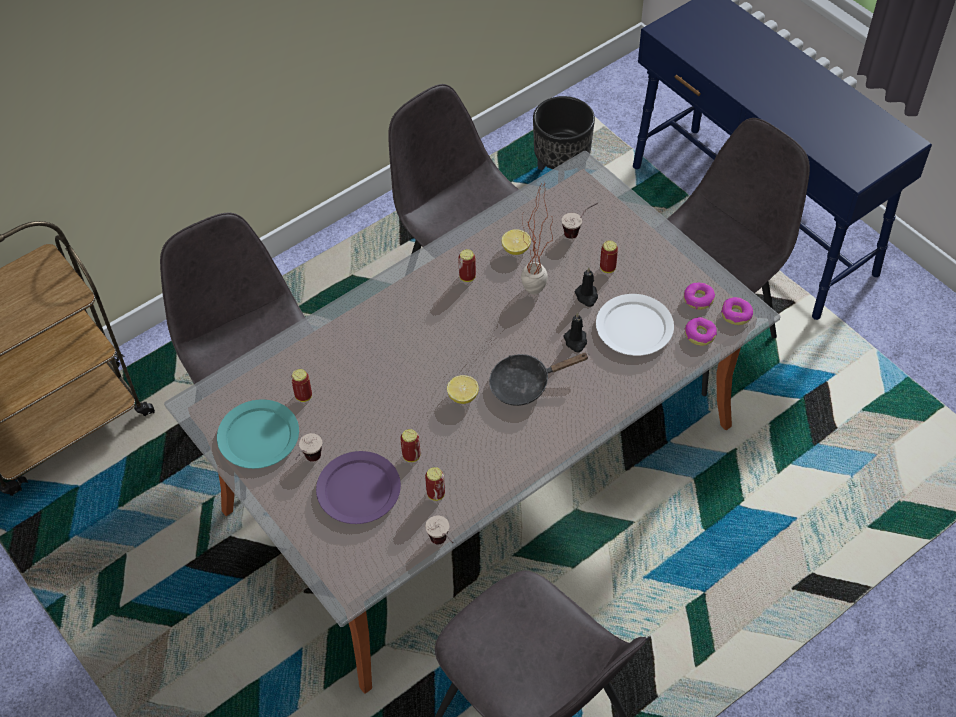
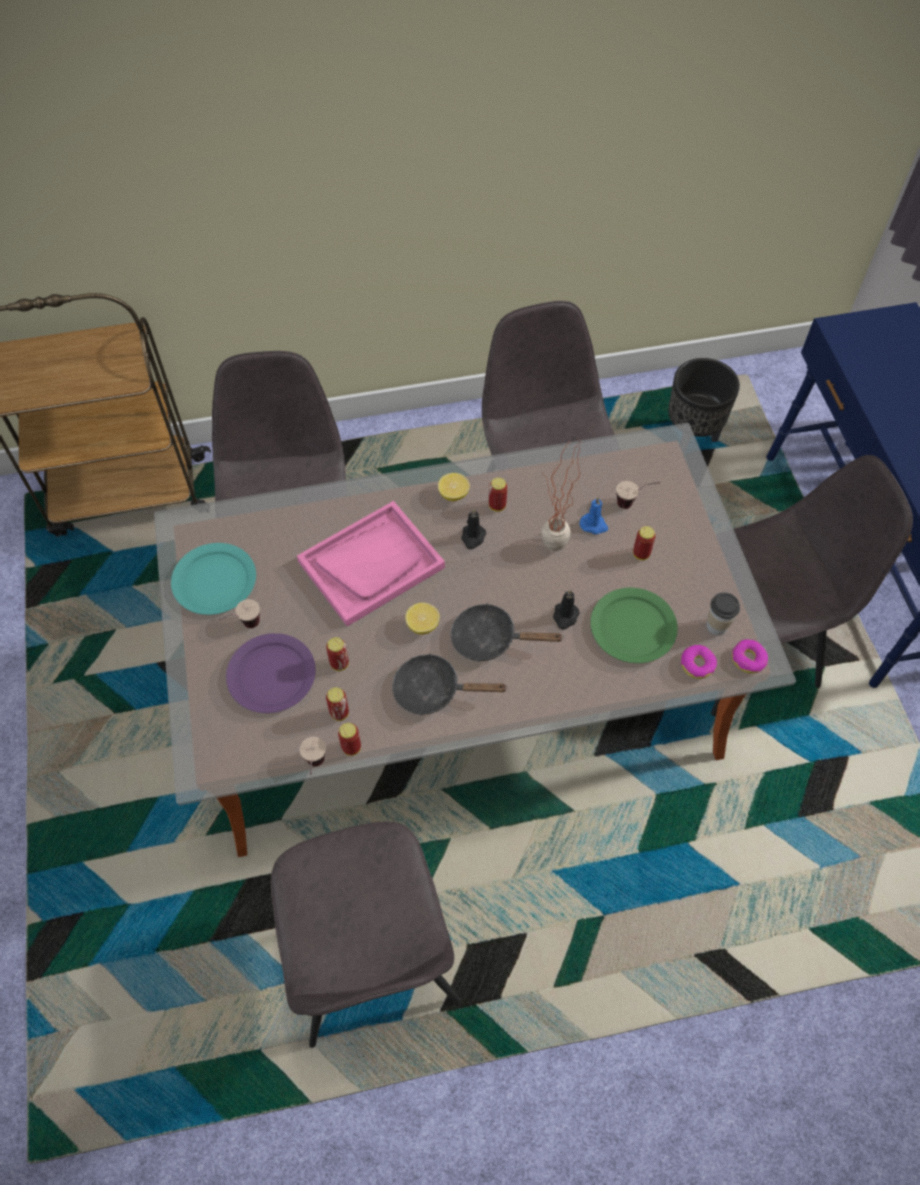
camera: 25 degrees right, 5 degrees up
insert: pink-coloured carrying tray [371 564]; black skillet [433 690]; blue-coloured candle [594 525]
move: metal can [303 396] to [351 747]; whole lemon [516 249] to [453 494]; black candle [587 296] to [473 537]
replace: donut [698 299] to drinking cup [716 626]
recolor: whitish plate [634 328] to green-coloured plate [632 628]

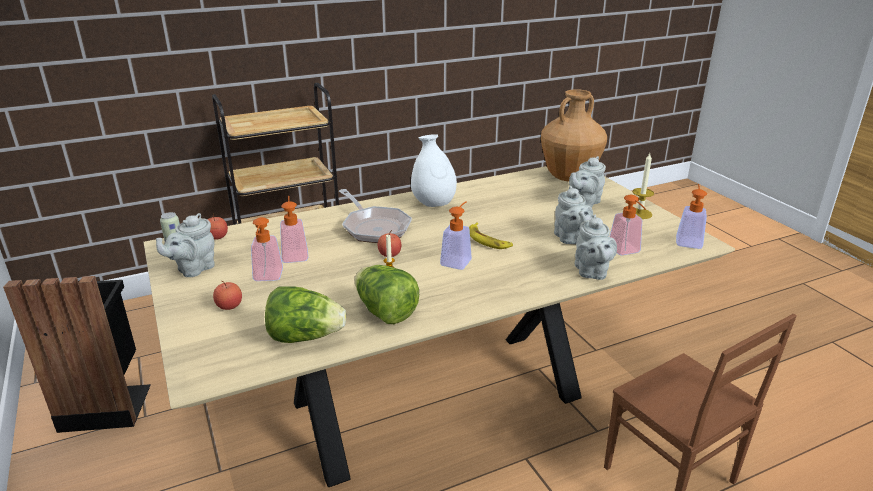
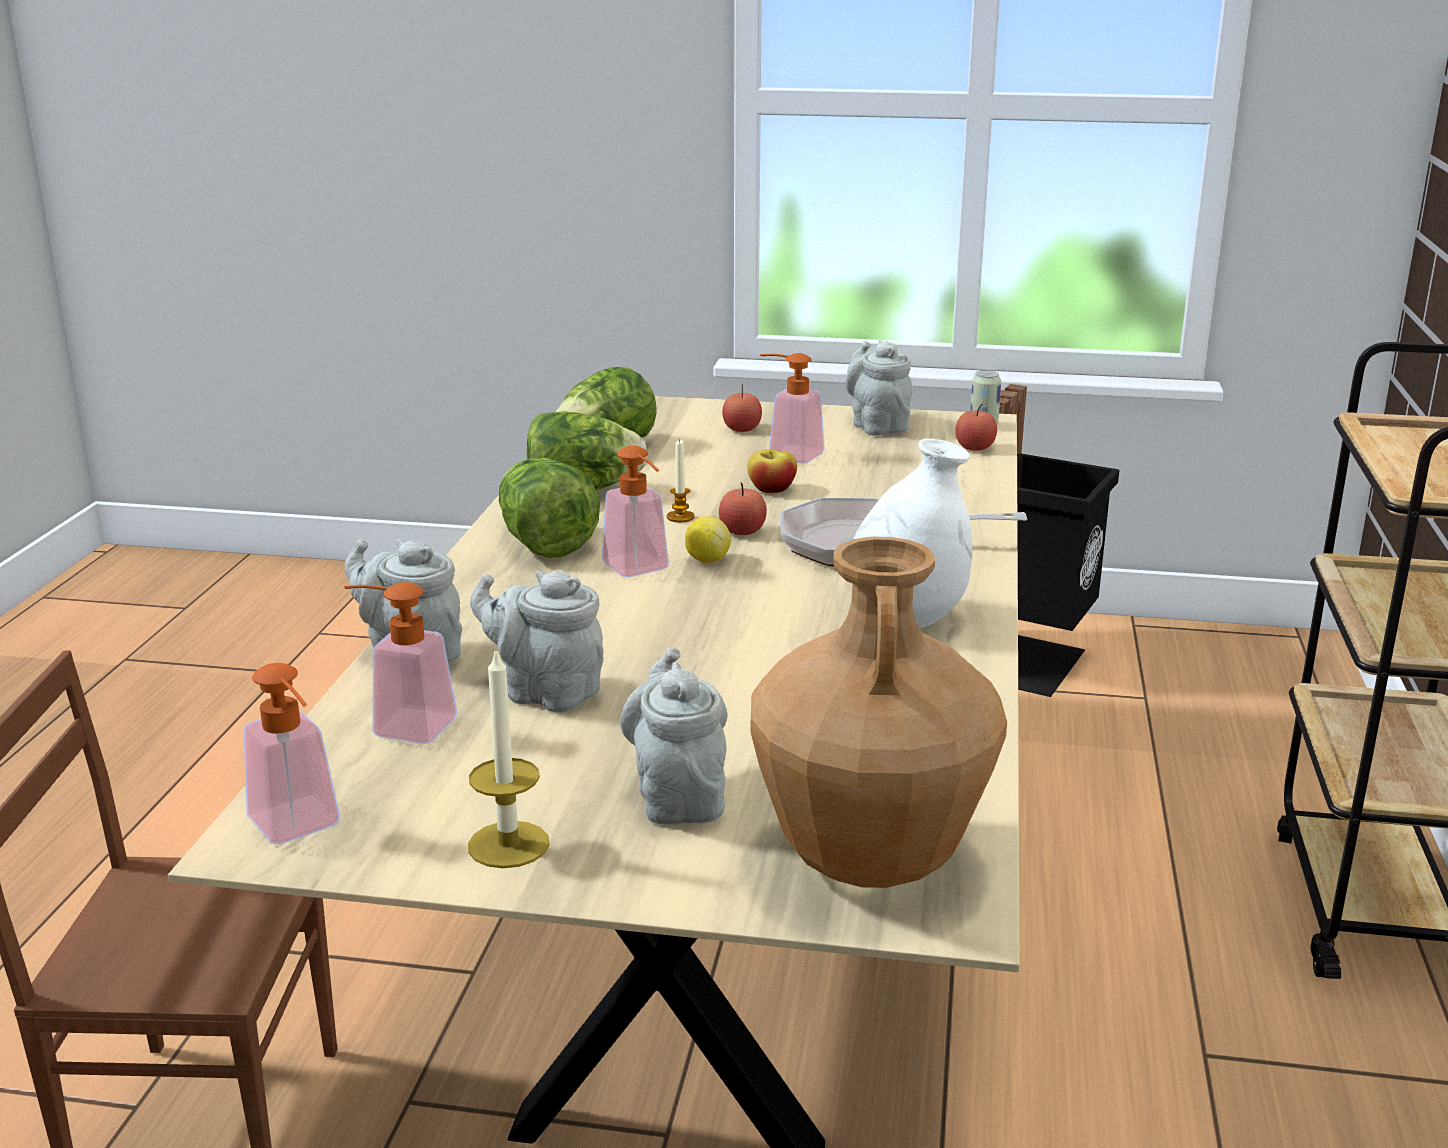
camera: 125 degrees right, 5 degrees down
delete: soap dispenser [295 254]; whole banana [488 240]
insert: lettuce [544 543]; whole lemon [707 560]; whole apple [771 489]

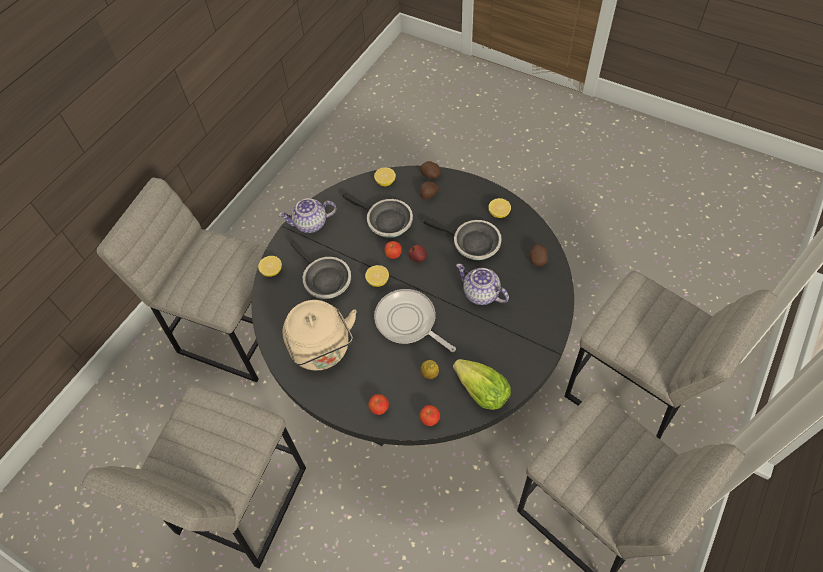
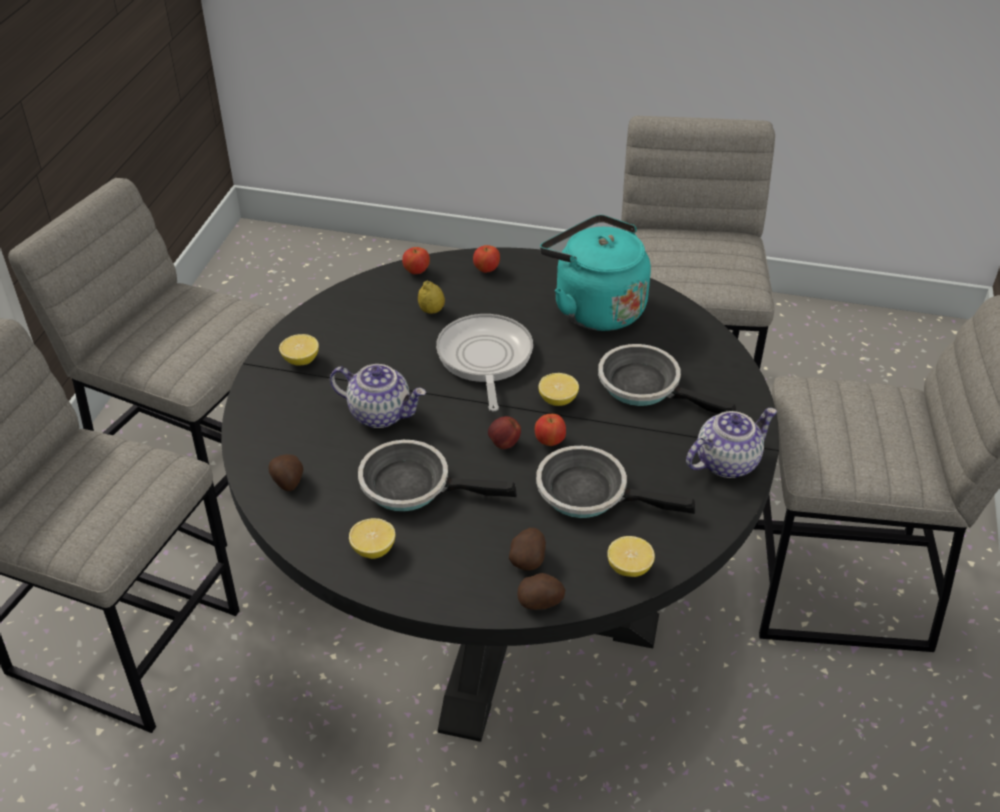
camera: 160 degrees right, 15 degrees down
delete: lettuce [482 392]
move: whole lemon [272 271] to [301 360]
recolor: beige-coloured water kettle [322 350] to blue-green water kettle [594 308]
rotate: skillet [408 322] = [484 359] 120 degrees counterclockwise

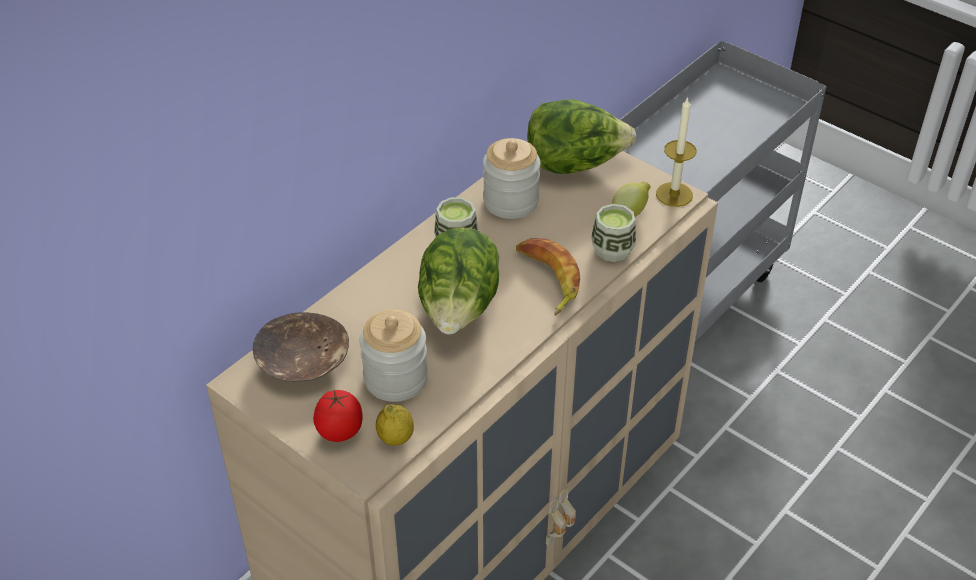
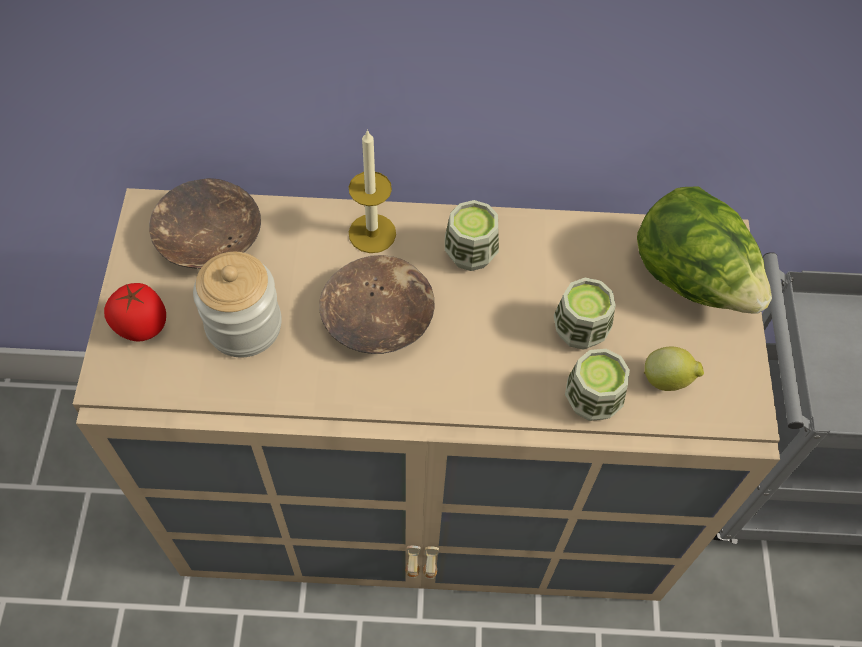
camera: 50 degrees right, 15 degrees up
delete: whole lemon [395 438]; jar [510 201]; whole banana [547 279]
insert: drinking cup [580 330]
move: candle [674 194] to [372 233]
replace: lettuce [459 310] to brown bowl [379 317]

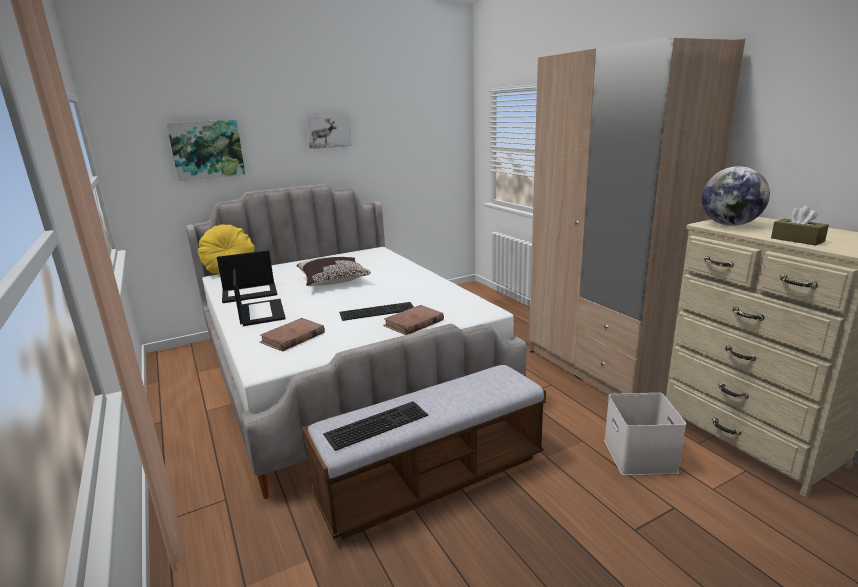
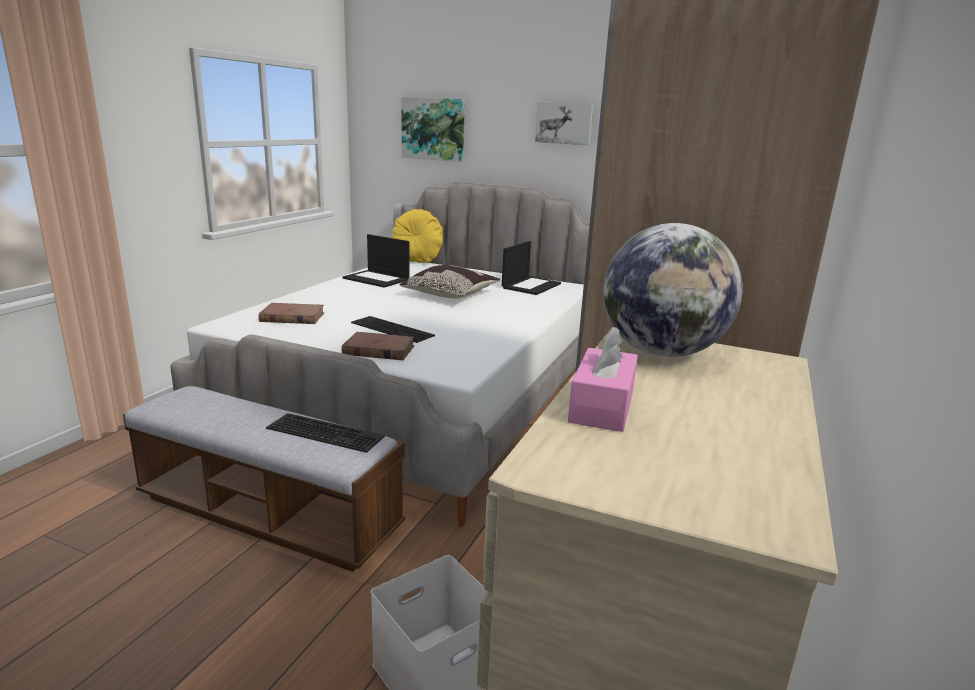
camera: 50 degrees right, 0 degrees up
move: laptop [260 312] to [531 285]; computer keyboard [377 423] to [327 431]
recolor: brown tissue holder [797 240] to pink-coloured tissue holder [602 406]

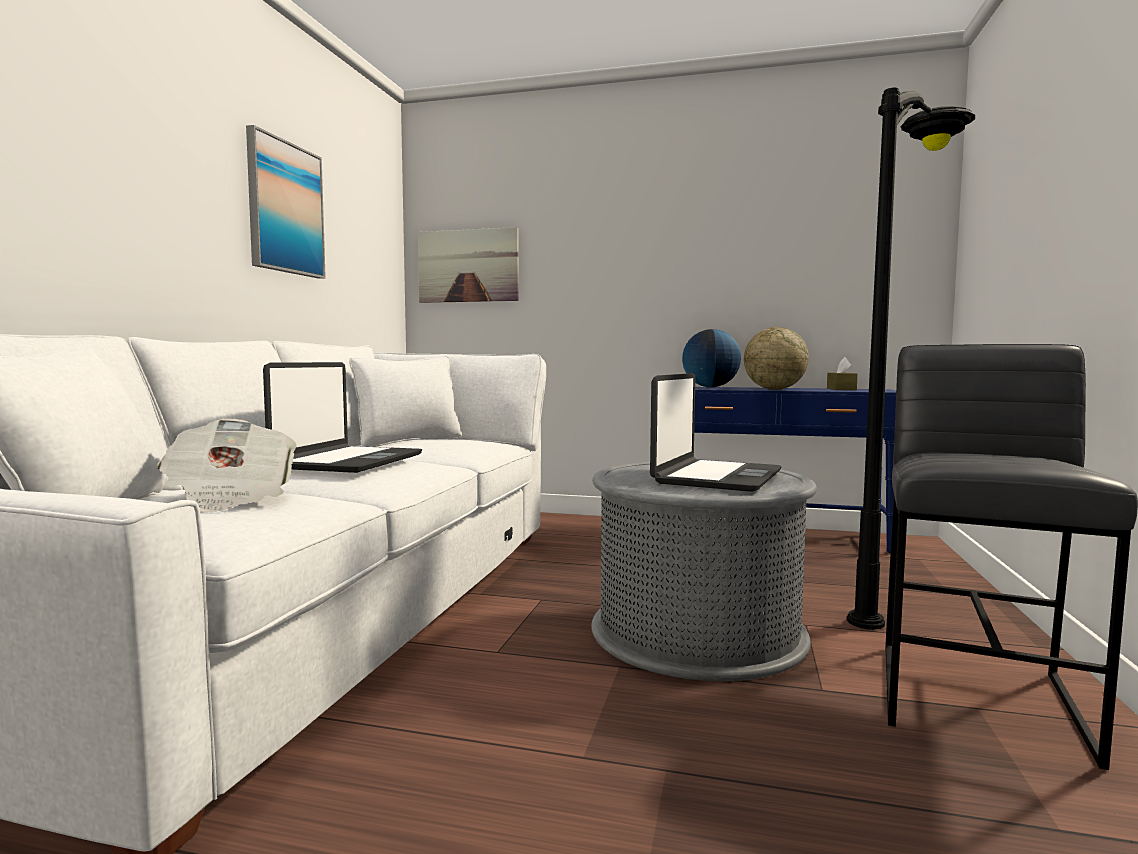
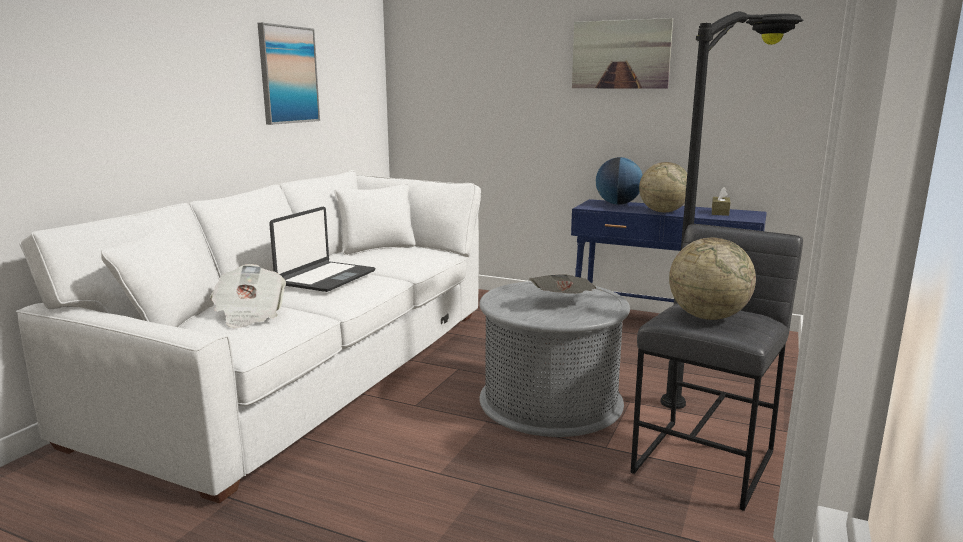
camera: 10 degrees right, 10 degrees up
insert: globe [707 317]
move: wall art [468 266] to [620 54]
replace: laptop [716 477] to daily paper [562 302]

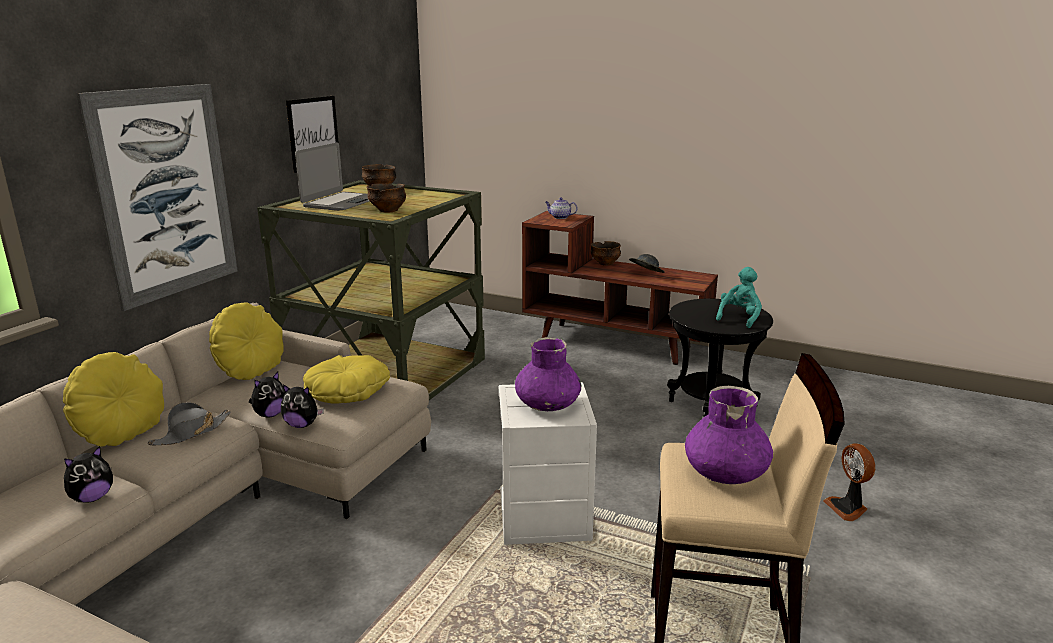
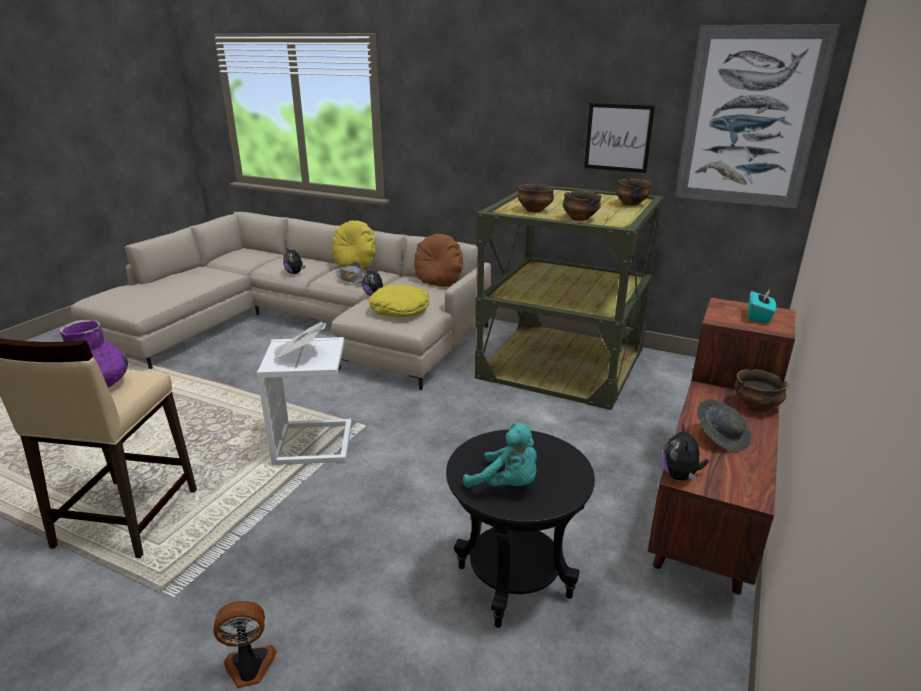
camera: 90 degrees right, 5 degrees up
delete: laptop [342 202]
insert: bowl [580 219]
move: wall art [166 193] to [749 118]; plush toy [302 425] to [680 476]
replace: purple-coloured flower vase [547 405] to daily paper [299 354]; pot for tea [560 217] to blue-green tissue holder [759 317]
recolor: yellow-coloured cushion [251 373] to brown cushion [438 283]

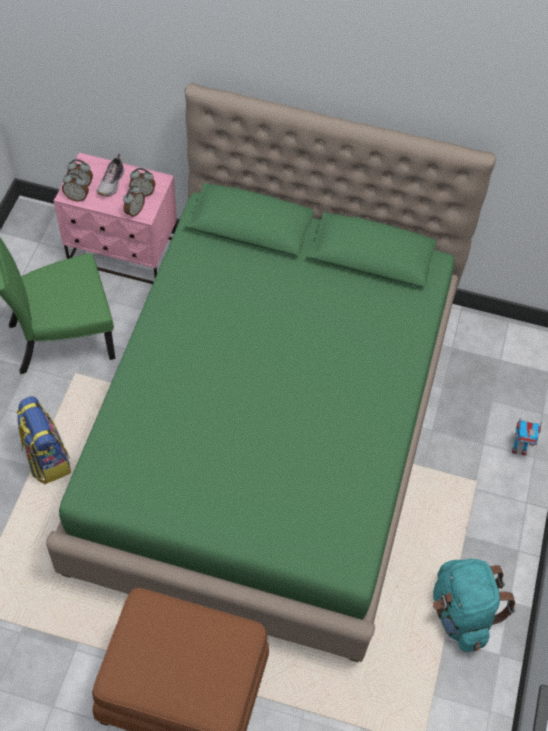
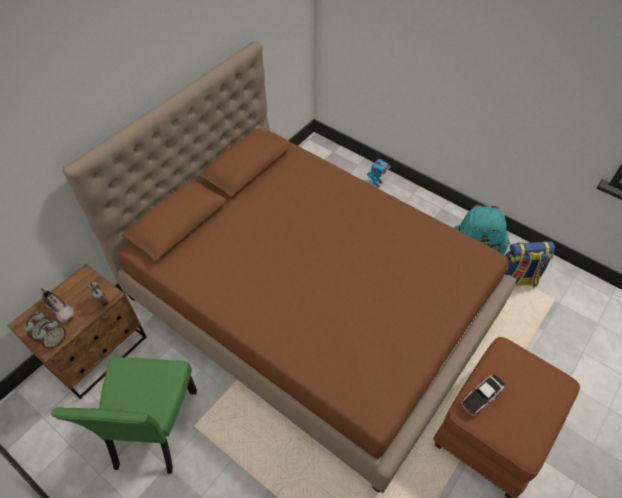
camera: 65 degrees left, 5 degrees down
delete: alarm clock [143 192]
insert: model car [481 397]
move: knapsack [46 458] to [515 280]
recolor: green-coloured bedroom bed [270 431] to brown bedroom bed [310 305]; pink-coloured bedside table [123 252] to brown bedside table [99 352]

